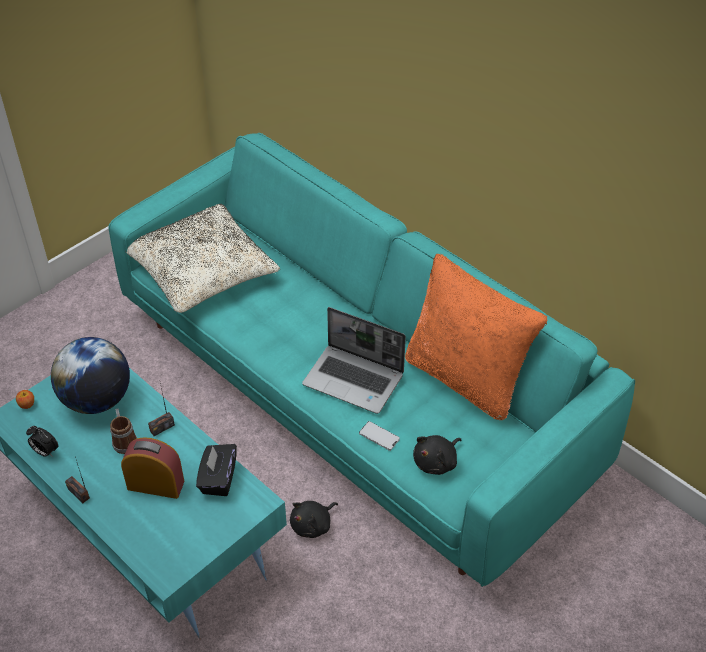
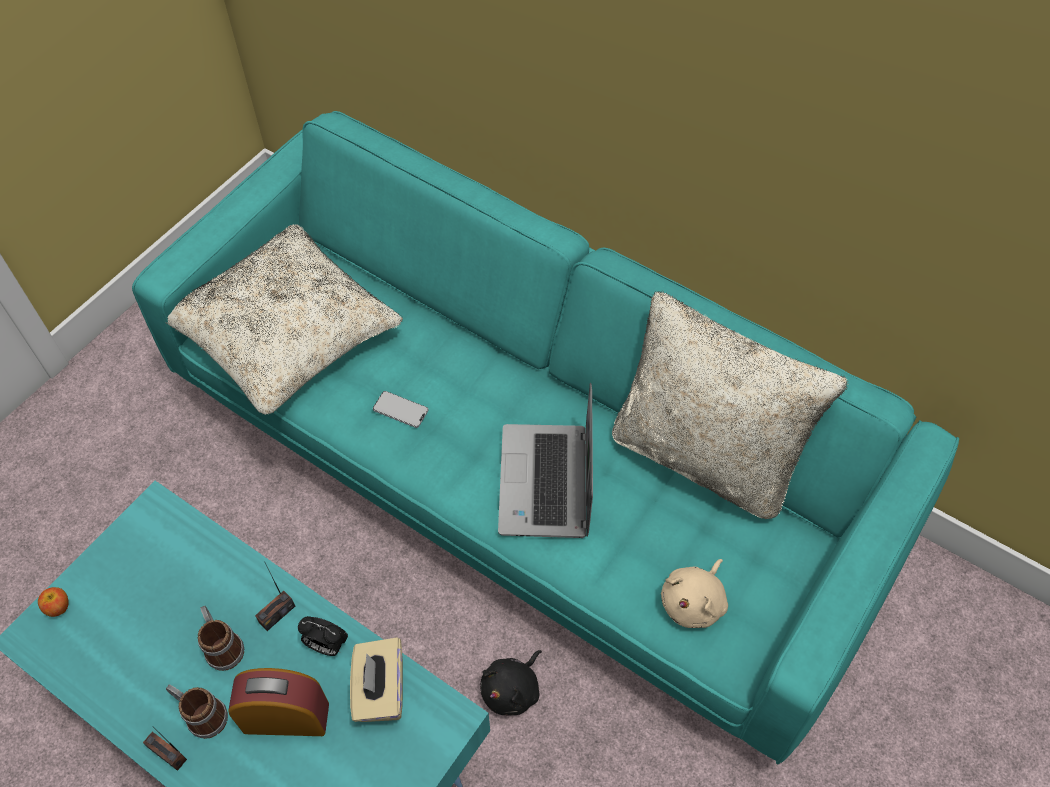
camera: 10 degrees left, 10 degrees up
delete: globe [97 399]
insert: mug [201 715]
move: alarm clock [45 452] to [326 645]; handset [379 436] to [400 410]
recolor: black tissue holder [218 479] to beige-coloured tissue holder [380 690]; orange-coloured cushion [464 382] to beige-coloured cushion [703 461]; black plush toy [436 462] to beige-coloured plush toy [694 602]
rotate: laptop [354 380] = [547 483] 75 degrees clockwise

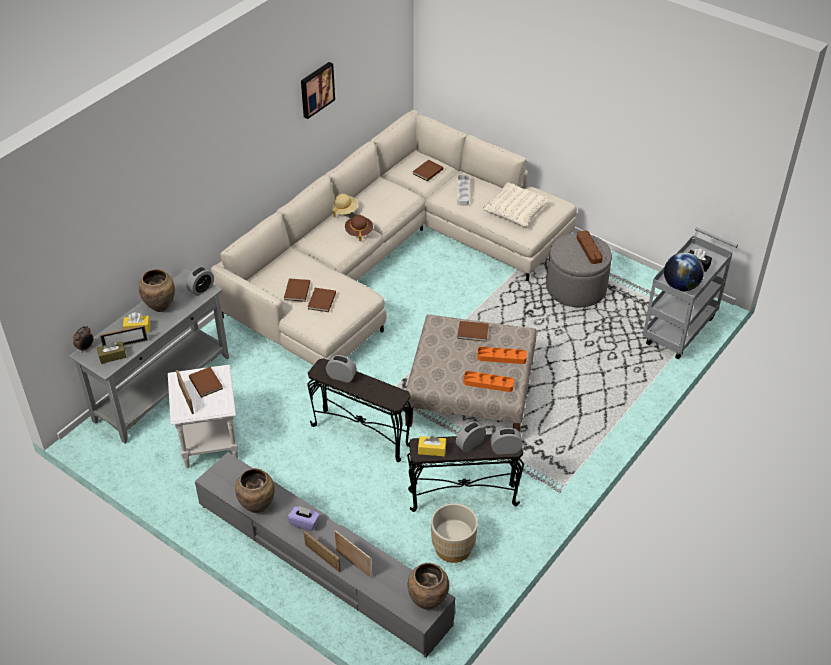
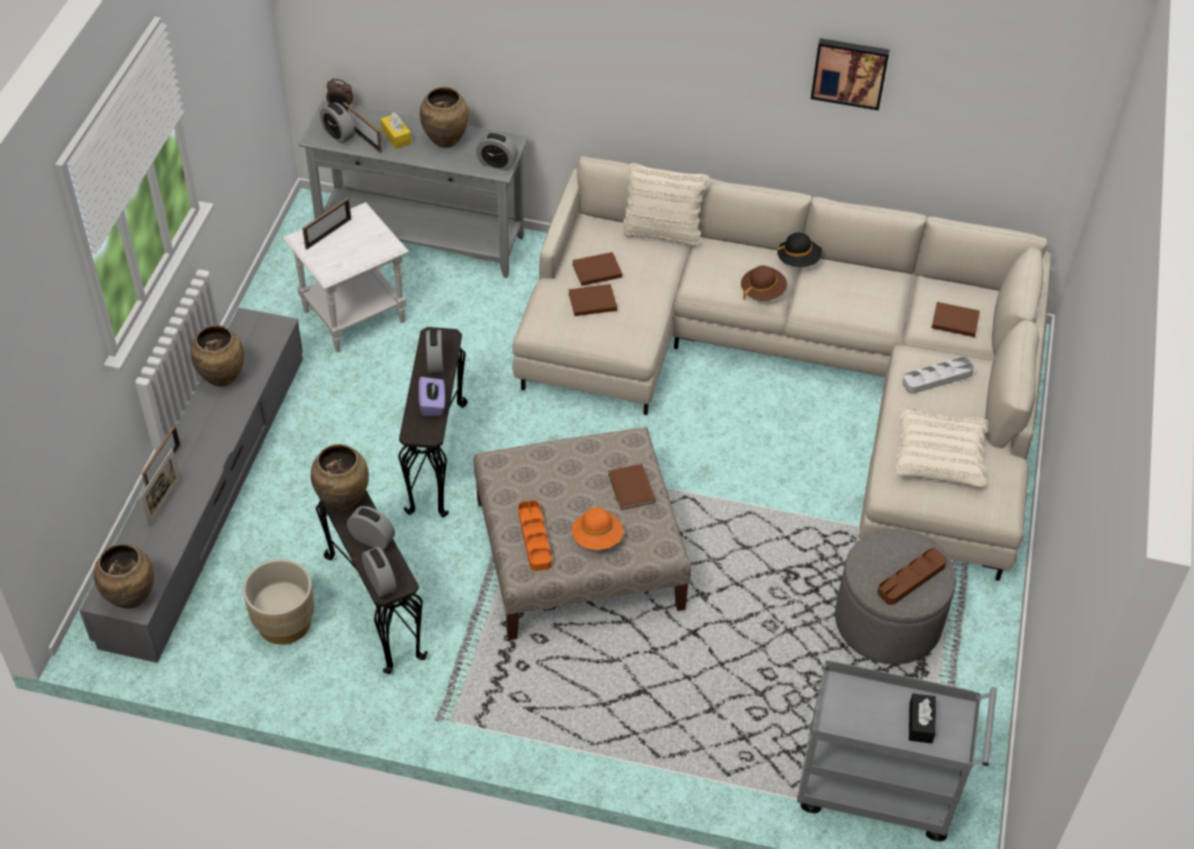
camera: 65 degrees right, 5 degrees up
delete: brown volume [206 382]; globe [680 286]
insert: beige-coloured cushion [663 233]
move: purple-coloured tissue holder [304 523] to [432 404]
replace: brown tissue holder [112 356] to alarm clock [338 135]; yellow-coloured tissue holder [432 450] to brown flower vase [344 500]; orange-coloured carrying tray [501 357] to orange-coloured hat [597 538]
recolor: beige-coloured hat [343 210] to black hat [798 260]

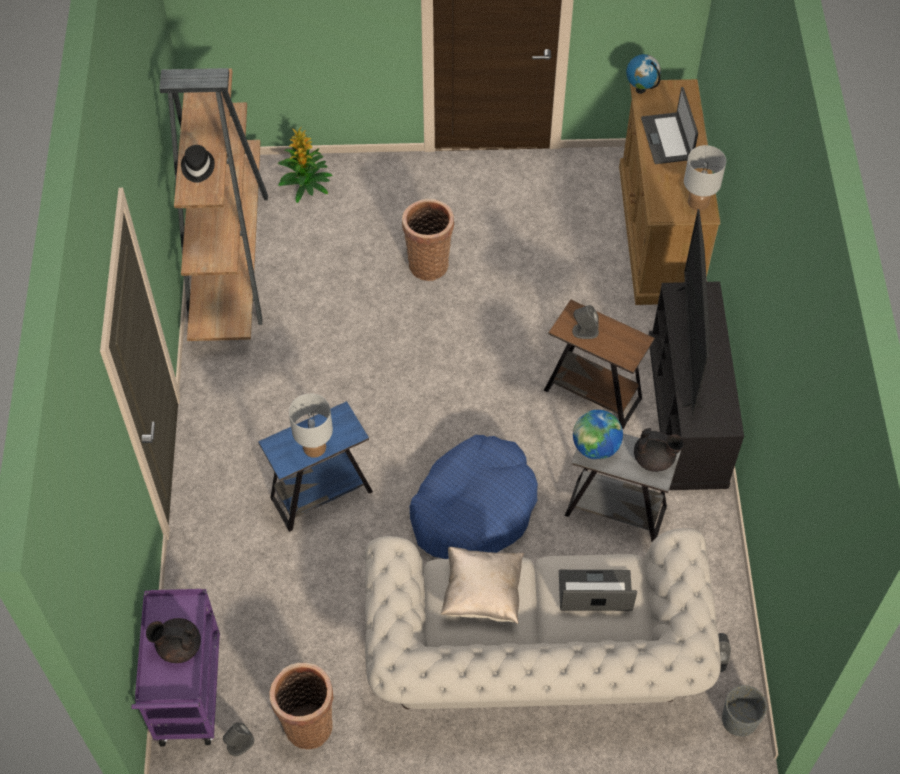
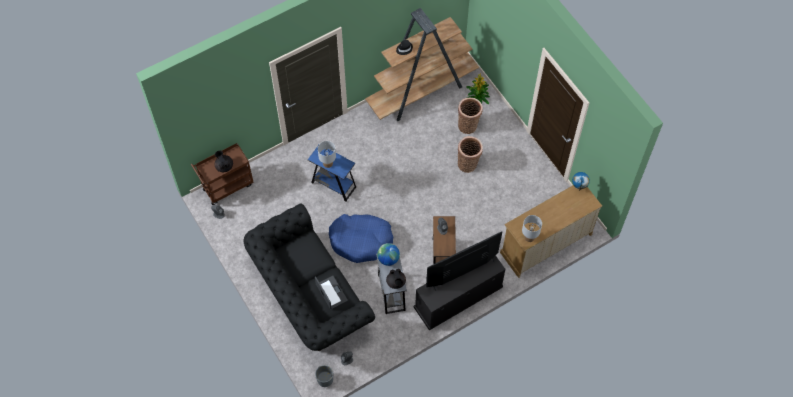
camera: 60 degrees right, 5 degrees up
delete: beige-coloured cushion [482 594]; laptop [667 138]
move: basket [307 723] to [468 125]
recolor: purple-coloured cart [189 697] to brown cart [227 188]; whitish couch [535 658] to black couch [308 294]

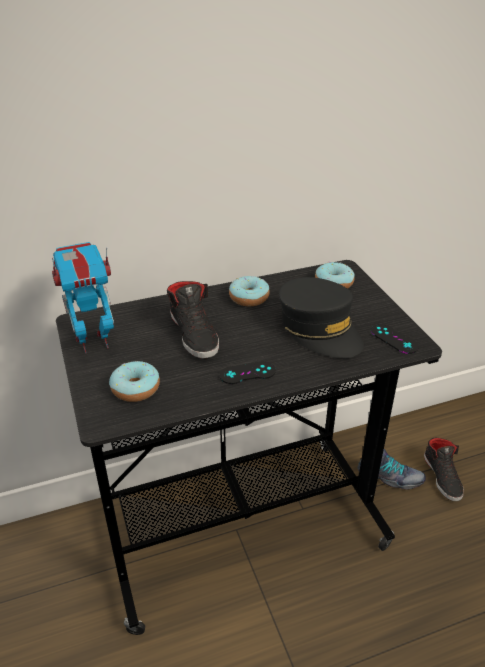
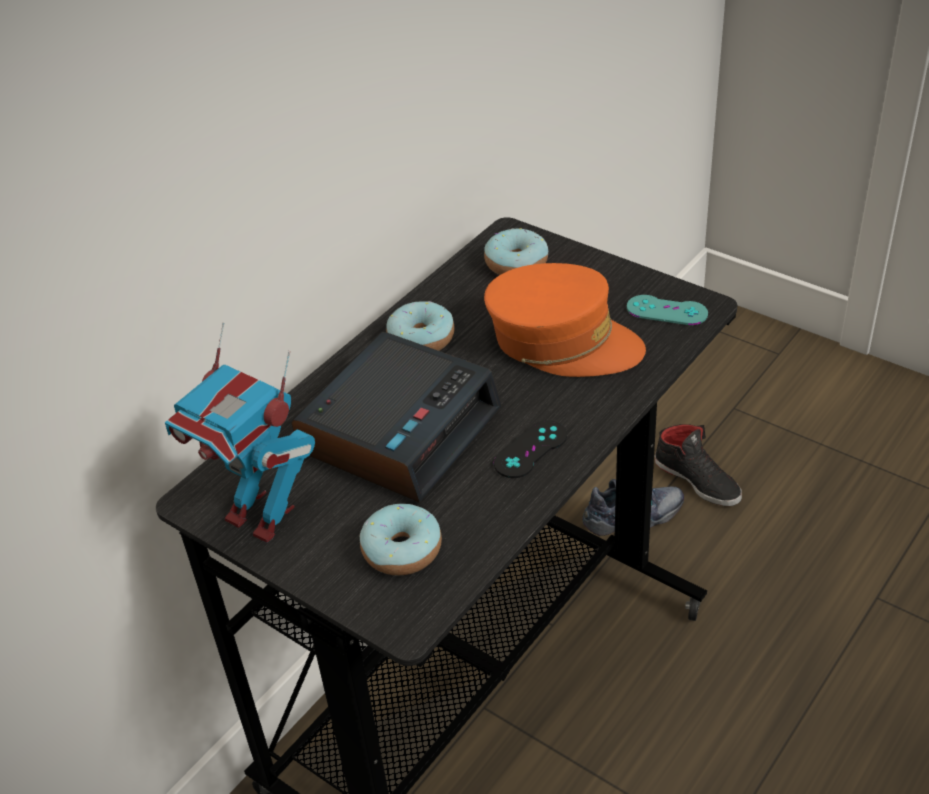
camera: 30 degrees left, 5 degrees up
replace: black low shoe [194 333] to alarm clock [400 430]
recolor: black cap [319 329] to orange-coloured cap [562 341]; black gamepad [394 339] to blue-green gamepad [667 310]
rotate: toy robot [93 342] = [262 516] 90 degrees counterclockwise

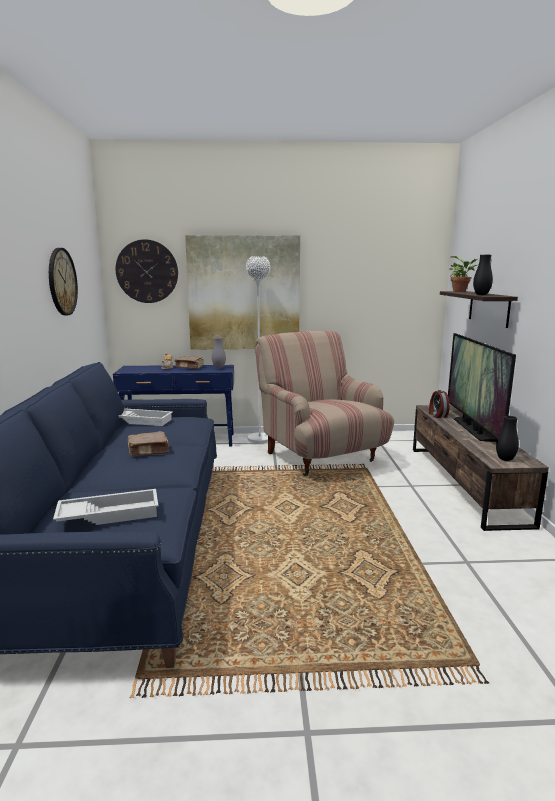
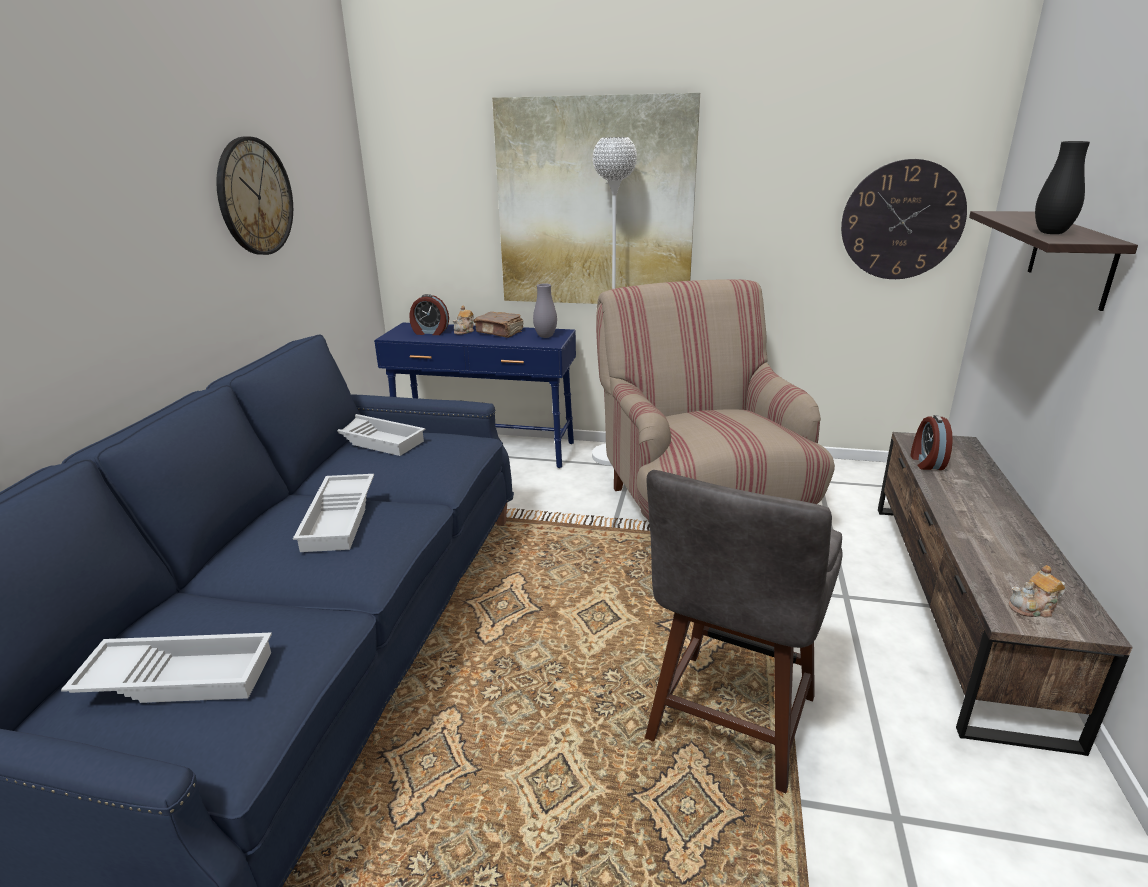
camera: 15 degrees right, 10 degrees up
delete: TV set [473 429]; houseplant [461 291]
insert: alarm clock [430 332]; grey sitting stool [729 722]
move: clock on the wall [147 271] to [902 220]
replace: brown volume [149 451] to whitish carrying tray [341 518]; black flower vase [505 459] to pot for tea [1033 608]

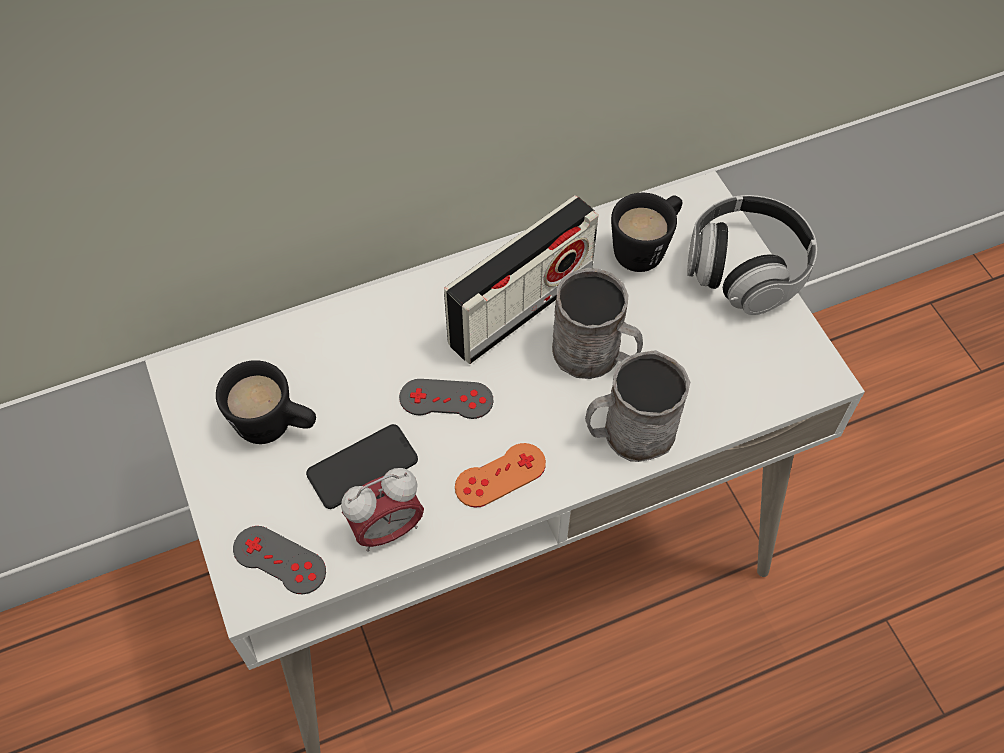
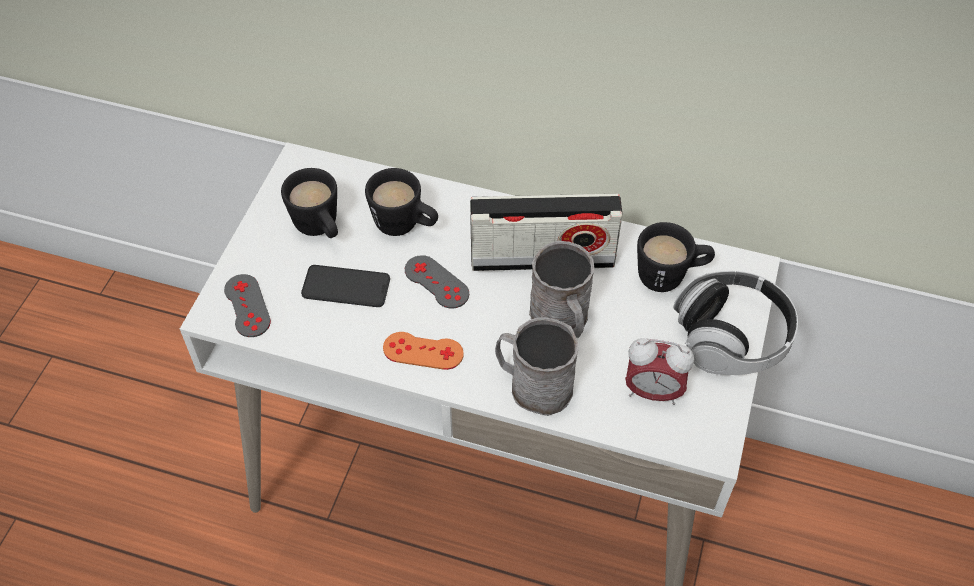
camera: 40 degrees right, 5 degrees down
insert: black mug [405 226]
move: alarm clock [387 529] to [652 392]

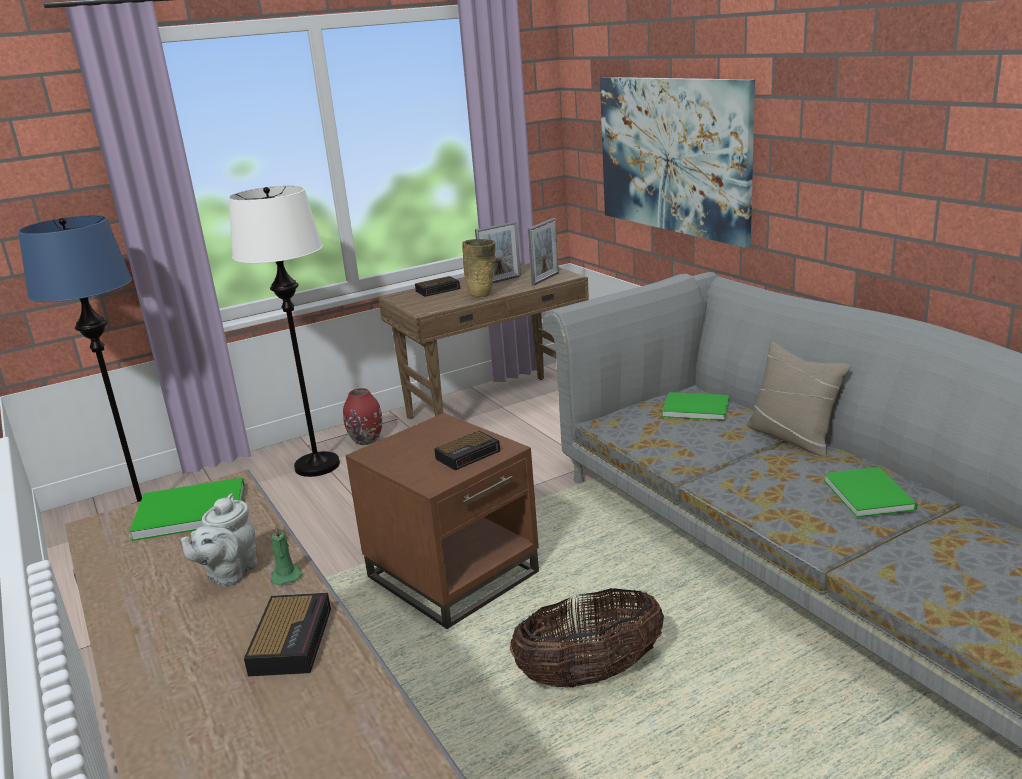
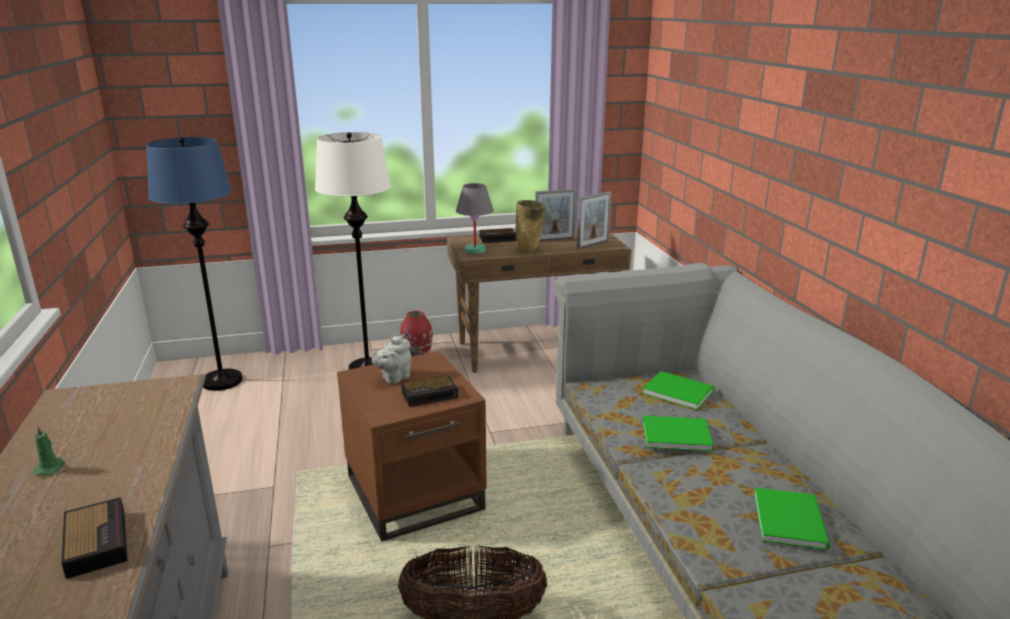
camera: 15 degrees right, 0 degrees up
delete: wall art [672 155]; beige-coloured cushion [792 438]
insert: grey lamp for a table [475 250]
move: green-coloured volume [188 511] to [674 434]; grey pot for tea [229 574] to [394 378]; green-coloured candle [286 575] to [51 468]
rotate: alarm clock [292 639] = [96 541] 45 degrees counterclockwise

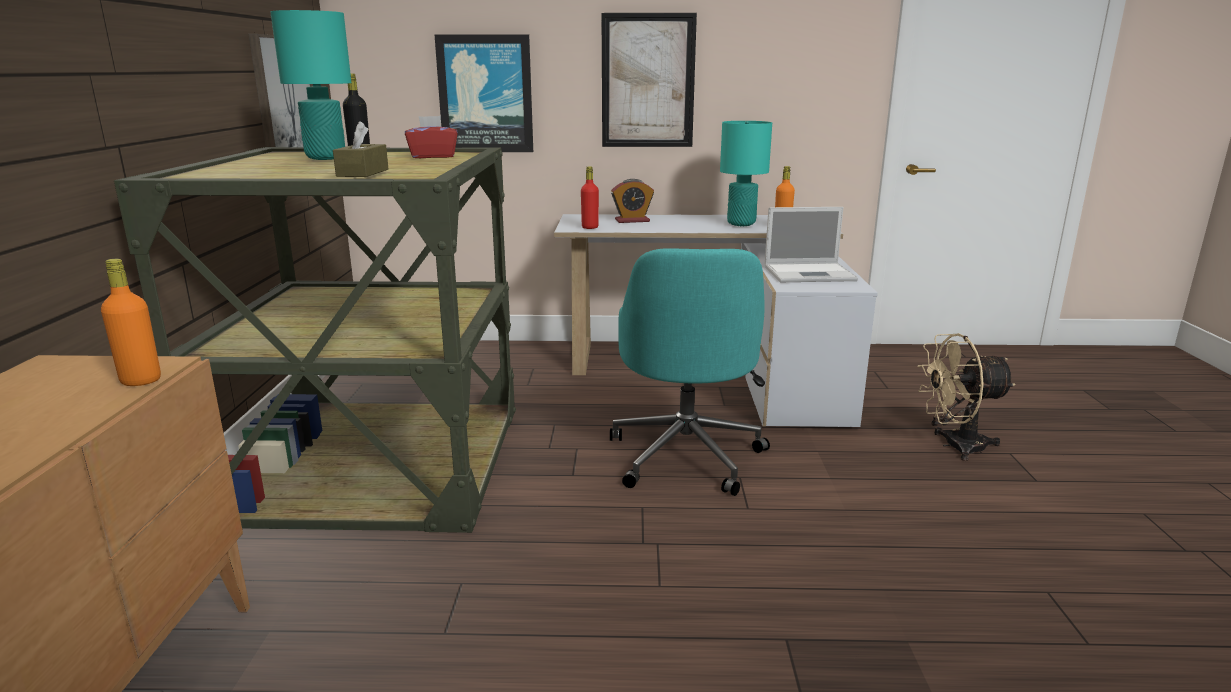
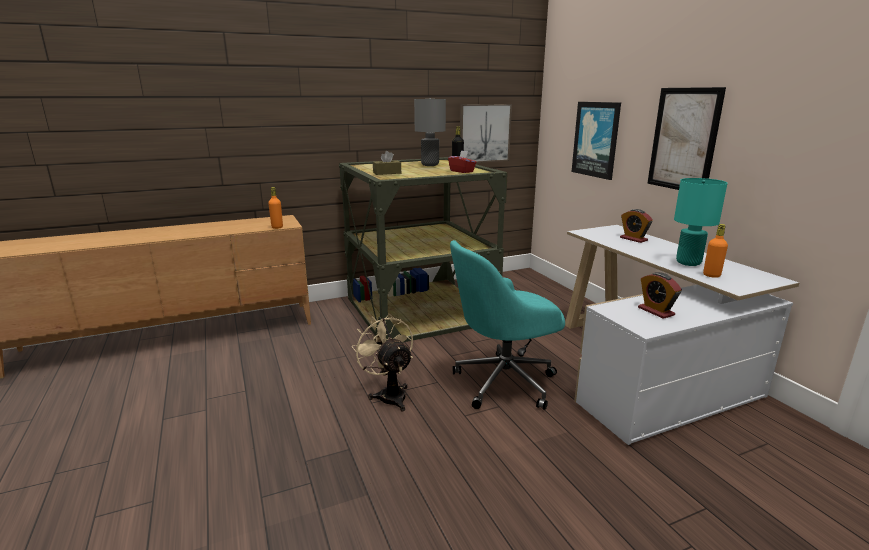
camera: 65 degrees right, 0 degrees up
delete: red beverage bottle [590 227]
move: beige-coloured cooling fan [954 446] to [389 394]
replace: laptop [811 273] to alarm clock [656 311]
recolor: blue-green lamp for a table [325 159] to grey lamp for a table [430 165]

